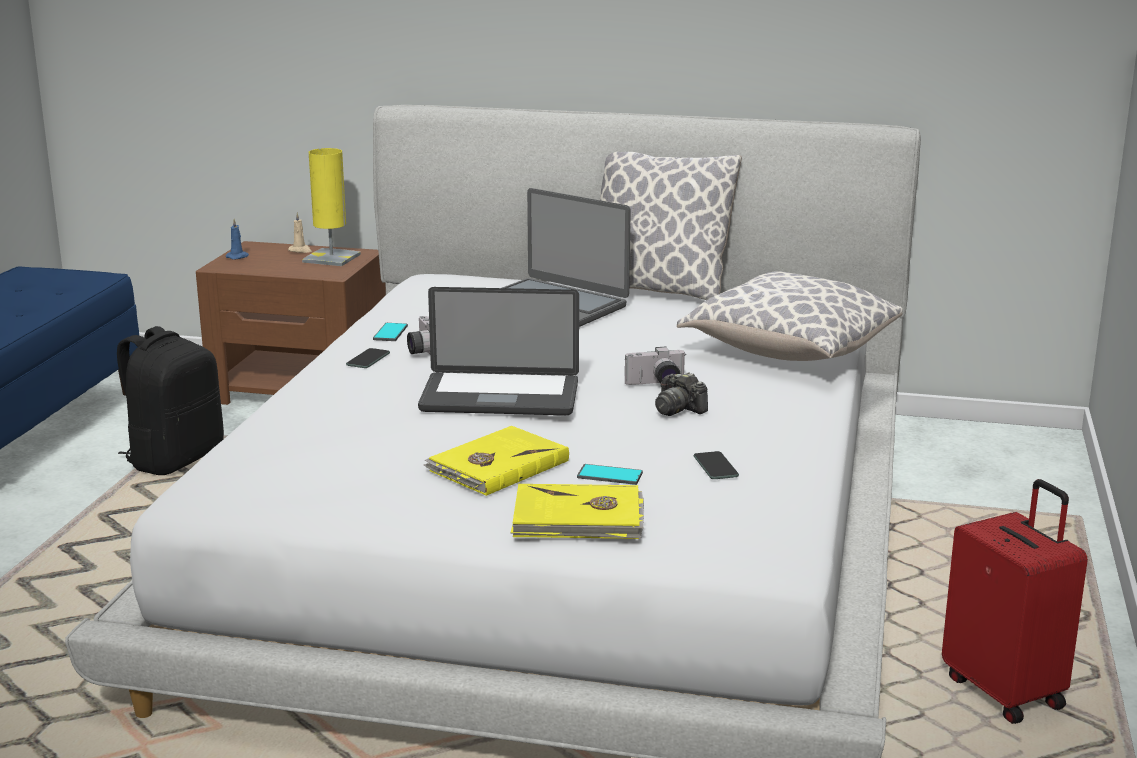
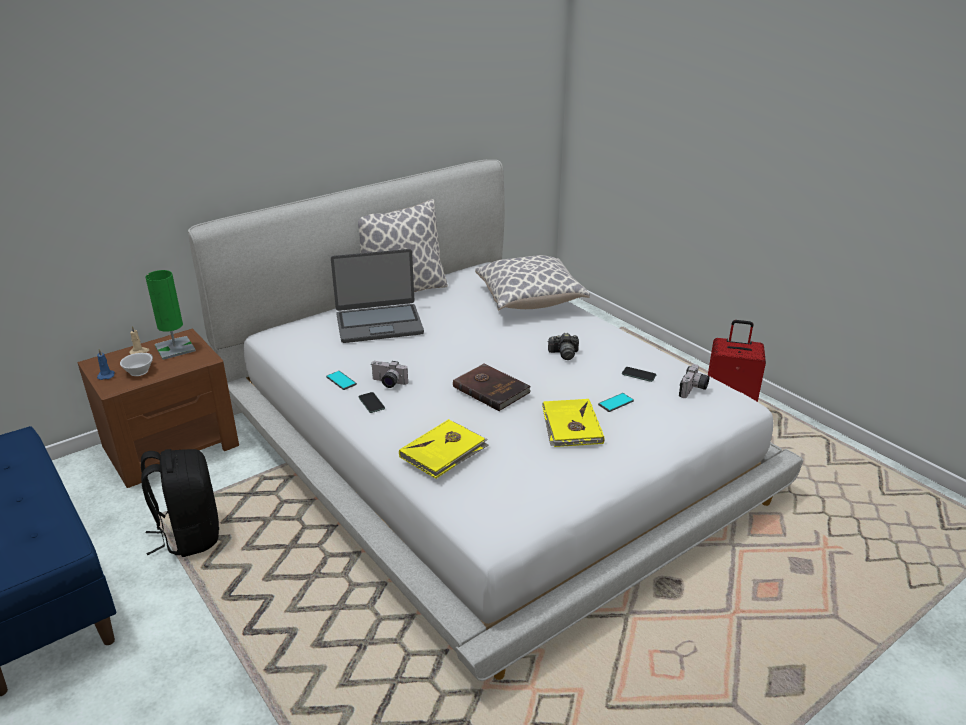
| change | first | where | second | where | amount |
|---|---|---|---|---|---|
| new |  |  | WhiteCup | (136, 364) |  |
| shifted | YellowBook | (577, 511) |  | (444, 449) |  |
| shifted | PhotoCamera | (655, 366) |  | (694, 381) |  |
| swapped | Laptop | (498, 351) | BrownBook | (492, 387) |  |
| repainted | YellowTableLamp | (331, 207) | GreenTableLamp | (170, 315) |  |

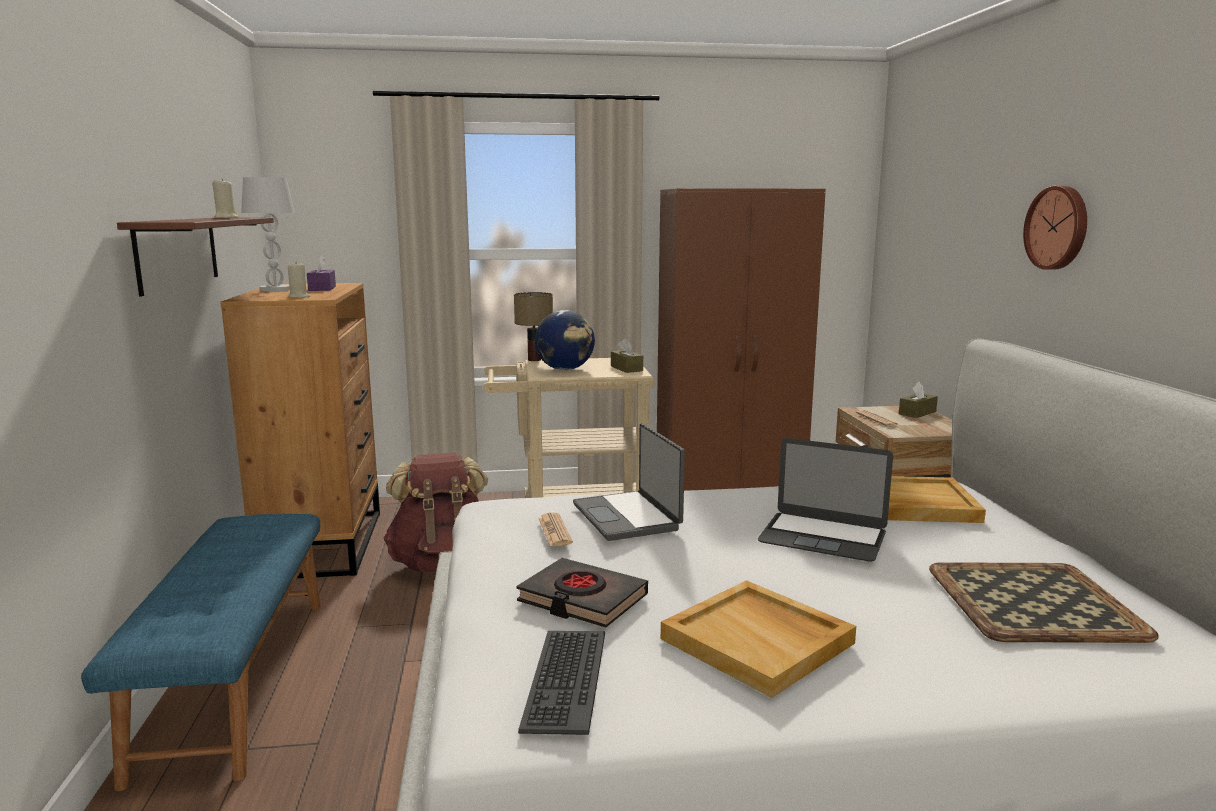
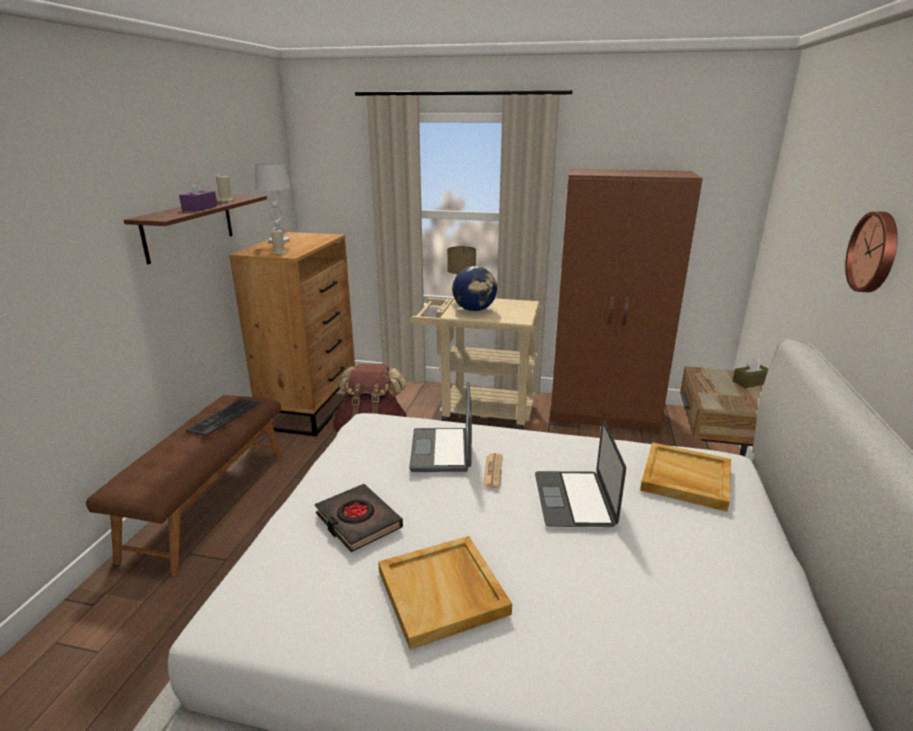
| change | first | where | second | where | amount |
|---|---|---|---|---|---|
| gone | BrownTissueBox | (627, 355) |  |  |  |
| gone | Tray | (1043, 602) |  |  |  |
| shifted | PurpleTissueBox | (321, 273) |  | (198, 194) |  |
| shifted | Keyboard | (561, 683) |  | (223, 417) |  |
| shifted | Newspaper | (555, 529) |  | (493, 470) |  |
| repainted | BlueBench | (200, 652) | BrownBench | (184, 485) |  |
| rotated | Laptop | (825, 500) |  | (580, 473) | 45 degrees clockwise |

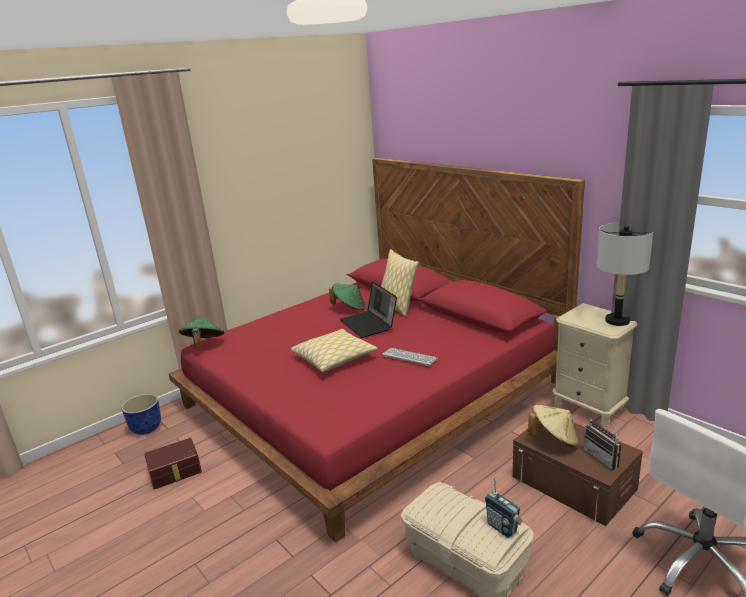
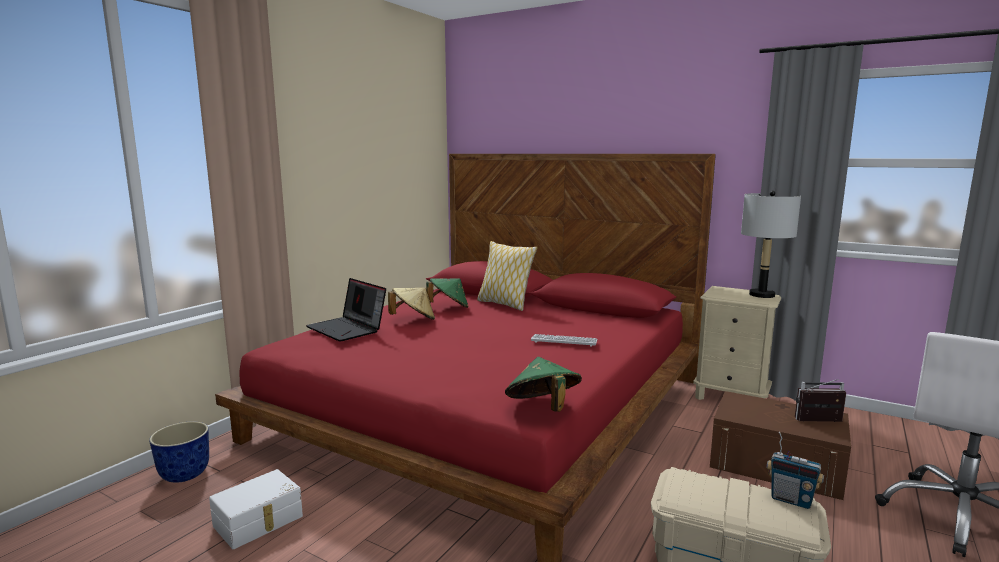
| change | first | where | second | where | amount |
|---|---|---|---|---|---|
| gone | Pillow | (334, 350) |  |  |  |
| shifted | GreenHat | (201, 332) |  | (543, 384) |  |
| shifted | Laptop | (368, 309) |  | (346, 310) |  |
| shifted | BeigeHat | (553, 425) |  | (411, 304) |  |
| repainted | BrownStorageBox | (173, 464) | WhiteStorageBox | (256, 509) |  |
| rotated | Radio | (602, 443) |  | (820, 400) | 135 degrees clockwise |

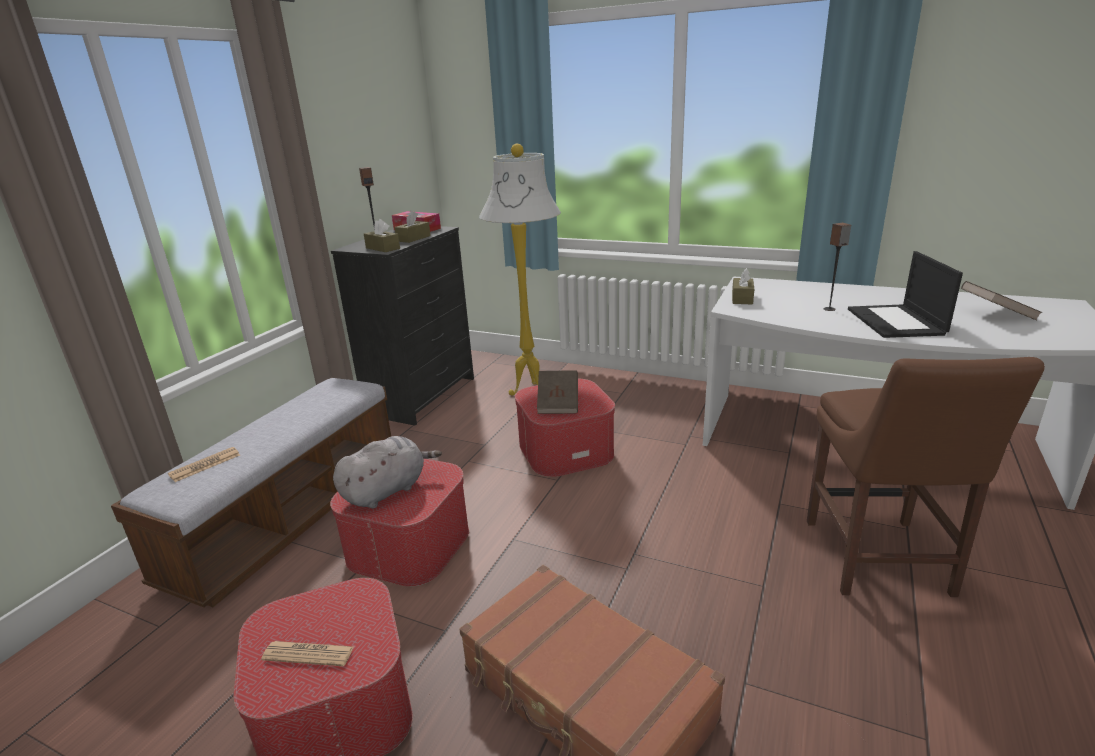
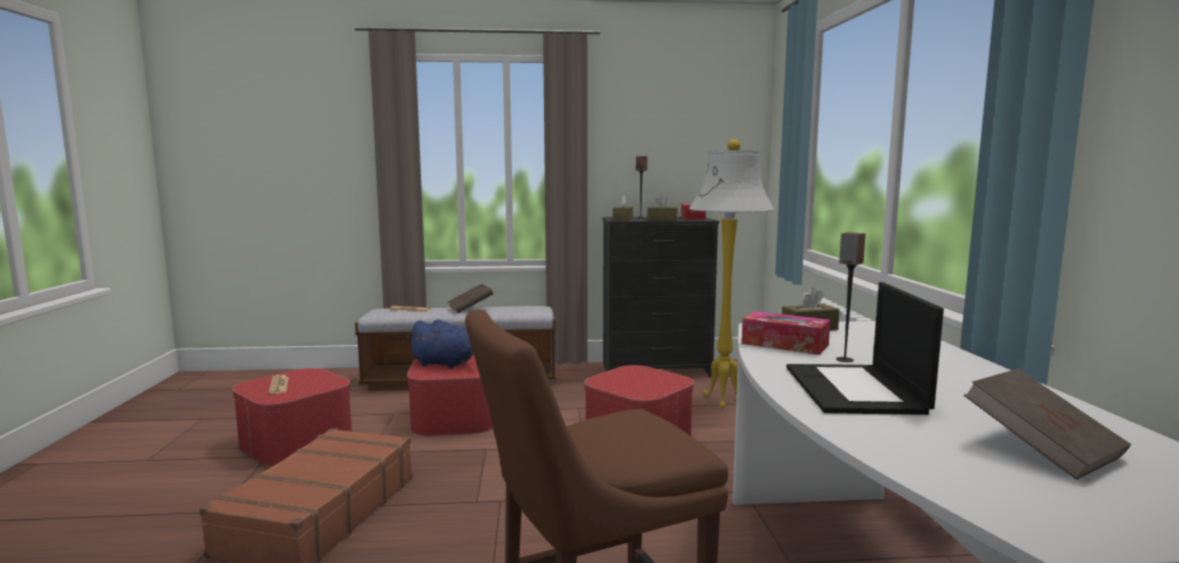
| change | first | where | second | where | amount |
|---|---|---|---|---|---|
| new |  |  | TissueBox | (786, 333) |  |
| shifted | BrownBook | (557, 392) |  | (470, 298) |  |
| repainted | GreyPlushToy | (387, 472) | BluePlushToy | (440, 343) |  |
| rotated | Laptop | (905, 294) |  | (865, 348) | 60 degrees counterclockwise |

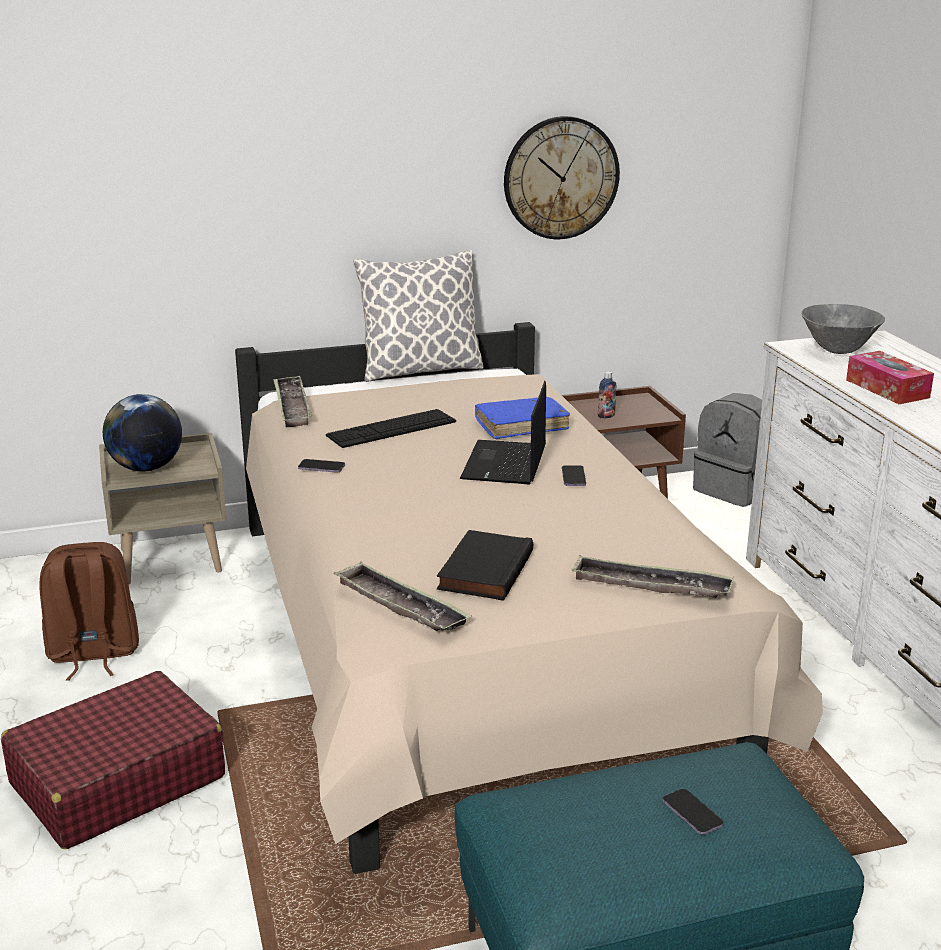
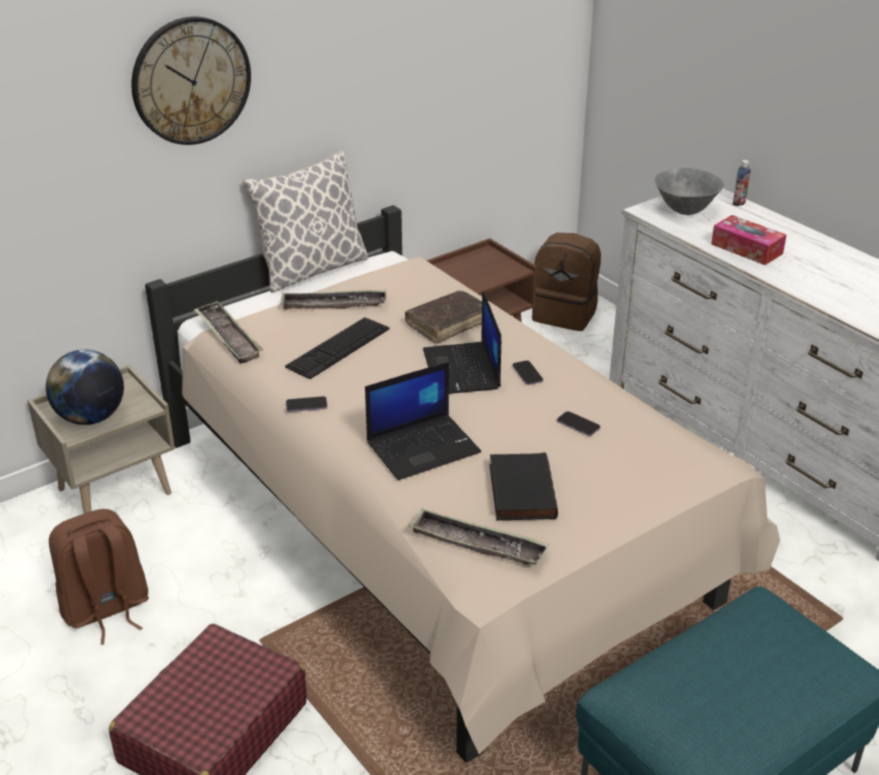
| change | first | where | second | where | amount |
|---|---|---|---|---|---|
| new |  |  | Laptop | (423, 421) |  |
| shifted | WallClock | (562, 177) |  | (191, 81) |  |
| shifted | Tray | (652, 577) |  | (333, 299) |  |
| shifted | Bottle | (607, 394) |  | (742, 183) |  |
| shifted | Phone | (693, 812) |  | (578, 423) |  |
| repainted | BlueBook | (522, 418) | BrownBook | (448, 317) |  |
| repainted | GreyBackpack | (727, 450) | BrownBackpack | (566, 282) |  |

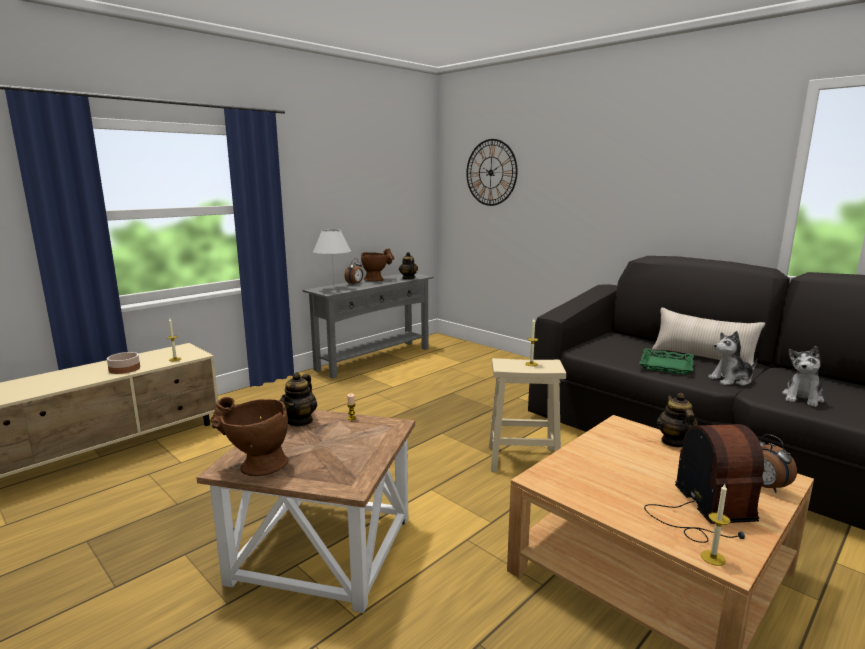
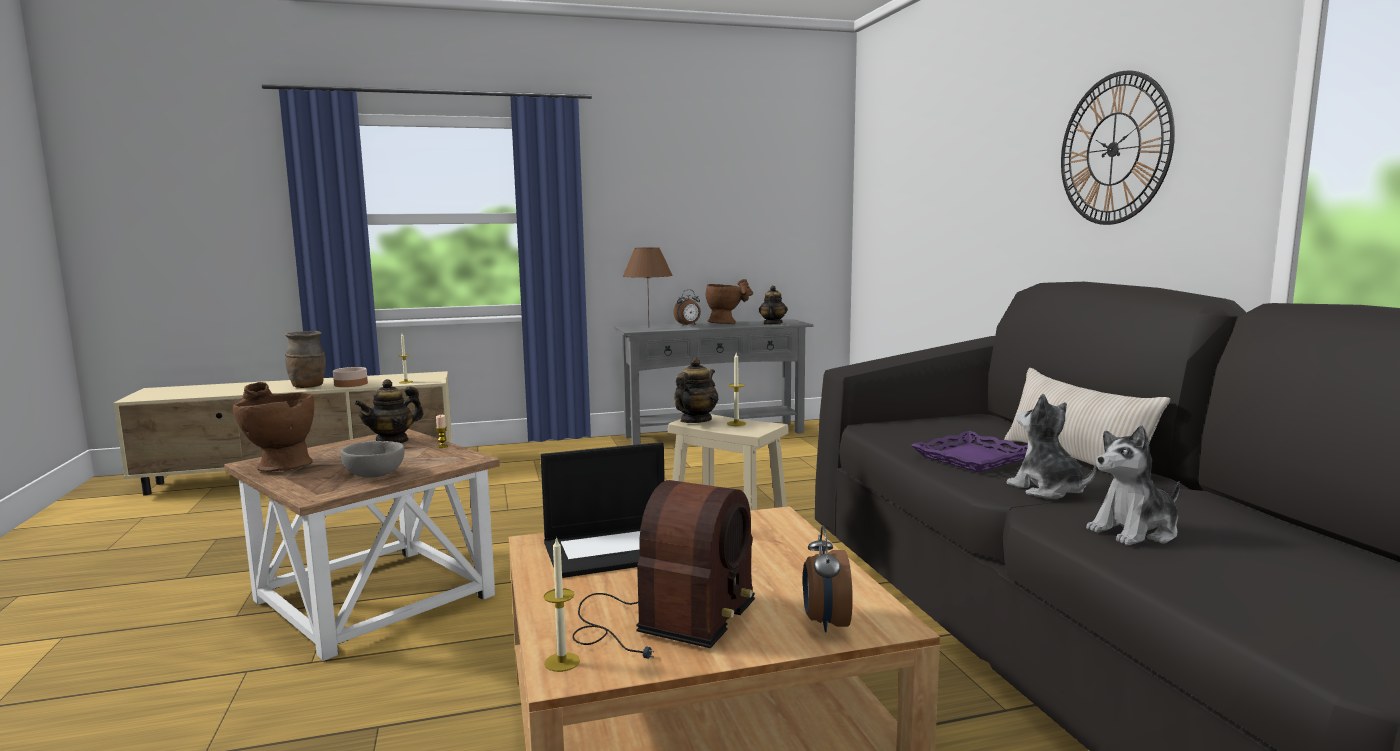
| change | first | where | second | where | amount |
|---|---|---|---|---|---|
| new |  |  | BrownVase | (305, 359) |  |
| new |  |  | GreyBowl | (372, 459) |  |
| new |  |  | Laptop | (603, 510) |  |
| shifted | WallClock | (491, 172) |  | (1118, 147) |  |
| shifted | Teapot | (677, 420) |  | (696, 390) |  |
| repainted | WhiteTableLamp | (332, 256) | BrownTableLamp | (648, 284) |  |
| repainted | GreenTray | (666, 361) | PurpleTray | (969, 451) |  |
| rotated | PlushToy | (732, 358) |  | (1051, 446) | 45 degrees clockwise |

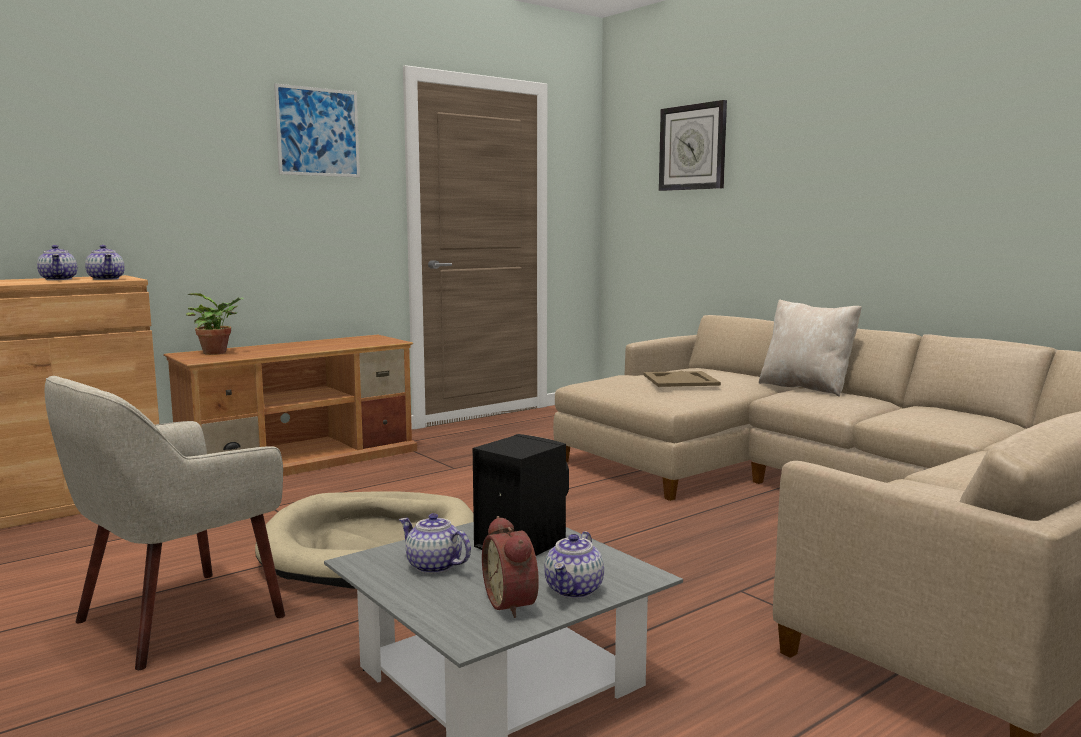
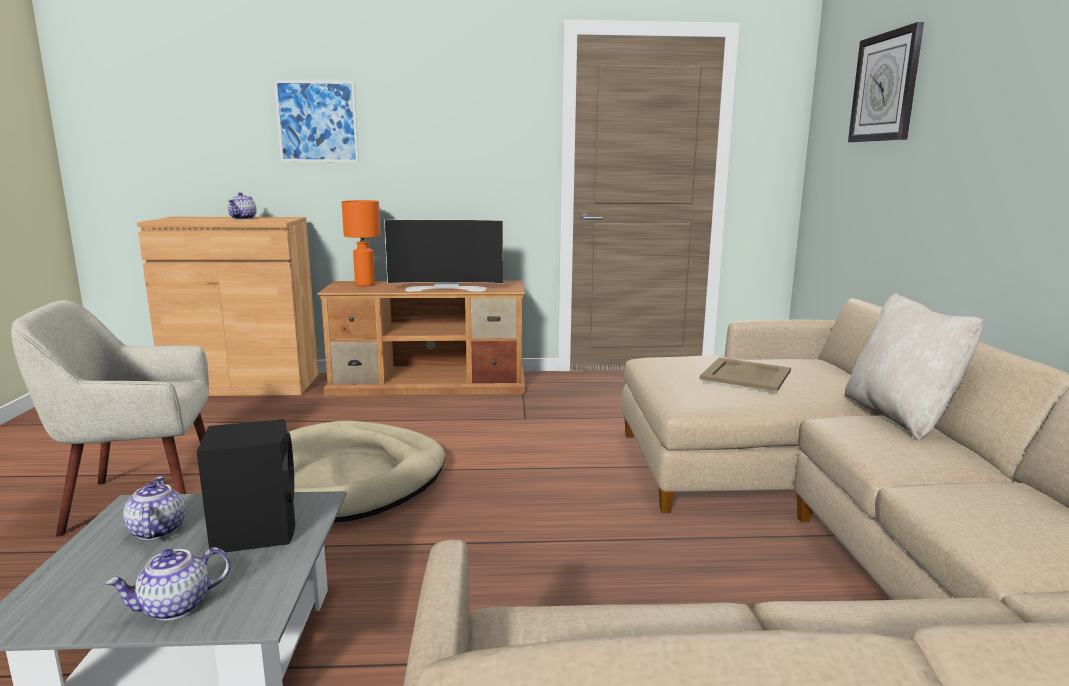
| change | first | where | second | where | amount |
|---|---|---|---|---|---|
| gone | Teapot | (105, 262) |  |  |  |
| gone | AlarmClock | (510, 567) |  |  |  |
| new |  |  | Television | (443, 256) |  |
| shifted | Picture | (317, 130) |  | (316, 121) |  |
| swapped | PottedPlant | (215, 324) | OrangeTableLamp | (361, 243) |  |

